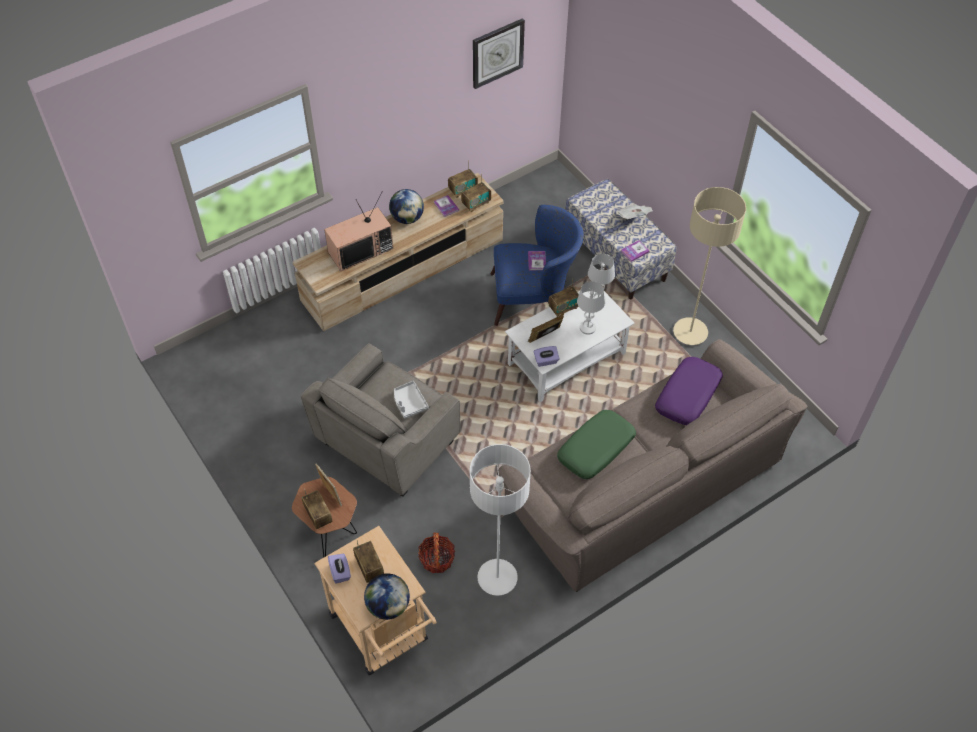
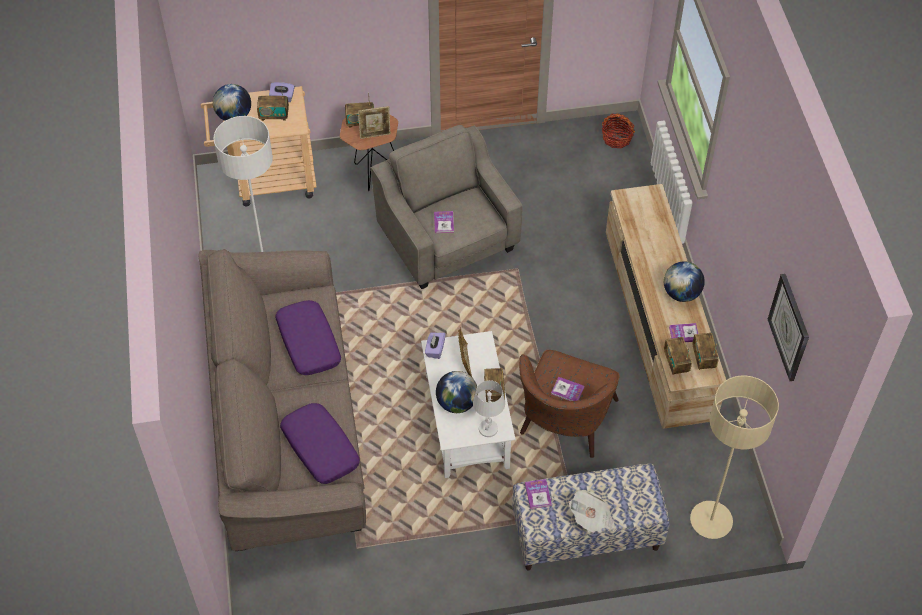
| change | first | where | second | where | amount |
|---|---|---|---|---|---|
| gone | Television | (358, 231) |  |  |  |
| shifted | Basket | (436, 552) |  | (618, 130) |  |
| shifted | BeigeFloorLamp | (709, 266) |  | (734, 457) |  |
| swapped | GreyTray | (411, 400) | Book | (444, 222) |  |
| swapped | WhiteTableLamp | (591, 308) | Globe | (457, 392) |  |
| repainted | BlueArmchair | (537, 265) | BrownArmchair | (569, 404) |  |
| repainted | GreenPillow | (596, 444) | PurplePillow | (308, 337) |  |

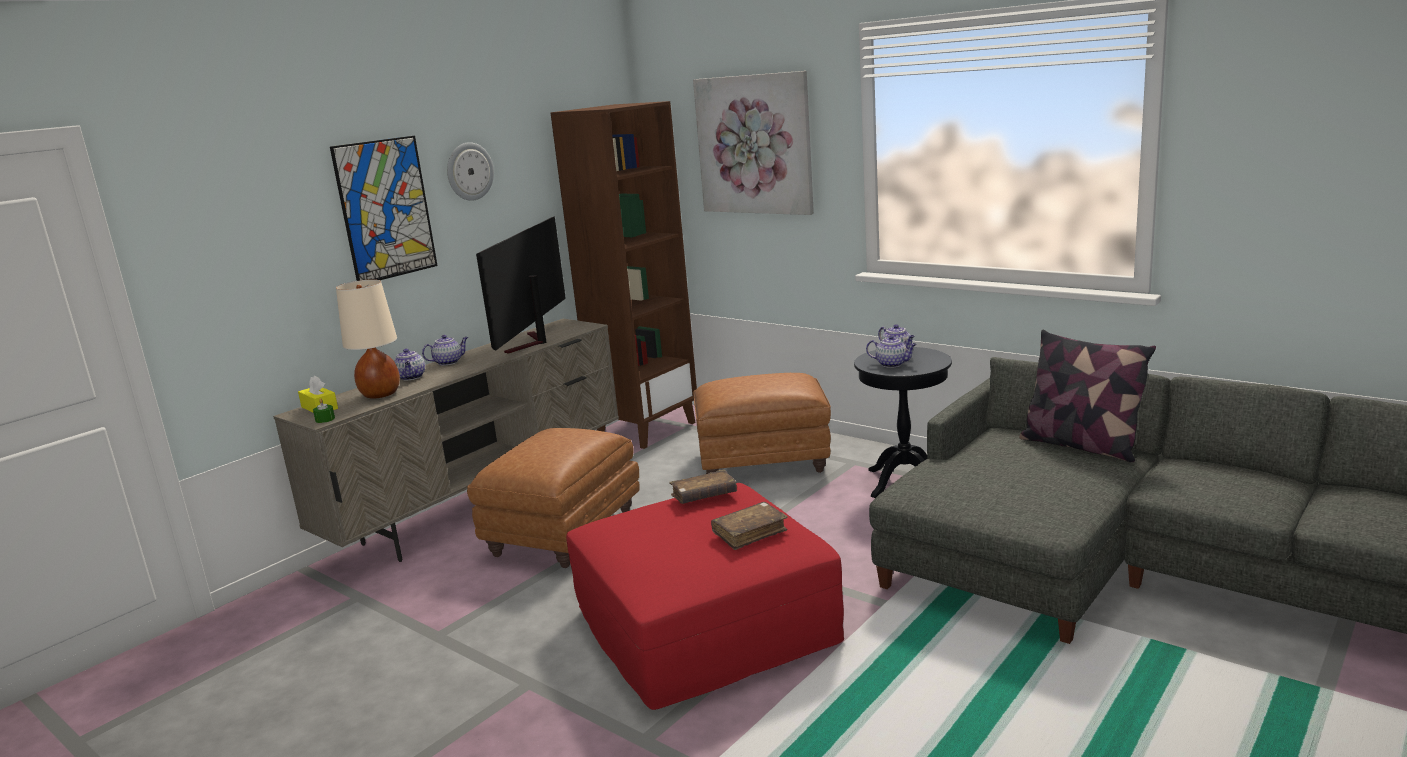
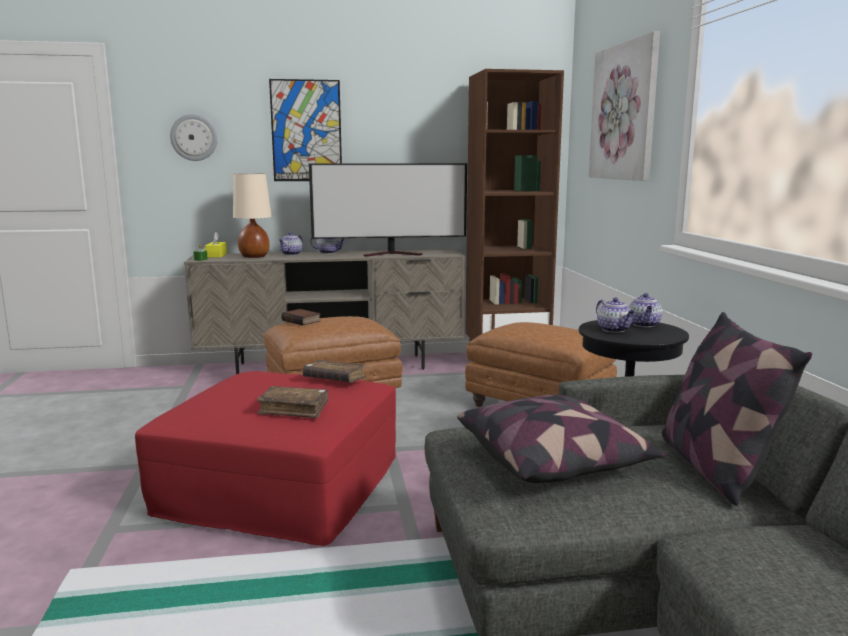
| change | first | where | second | where | amount |
|---|---|---|---|---|---|
| new |  |  | Book | (301, 317) |  |
| new |  |  | Pillow | (561, 439) |  |
| shifted | WallClock | (470, 171) |  | (194, 137) |  |
| rotated | Television | (521, 285) |  | (388, 210) | 150 degrees counterclockwise |

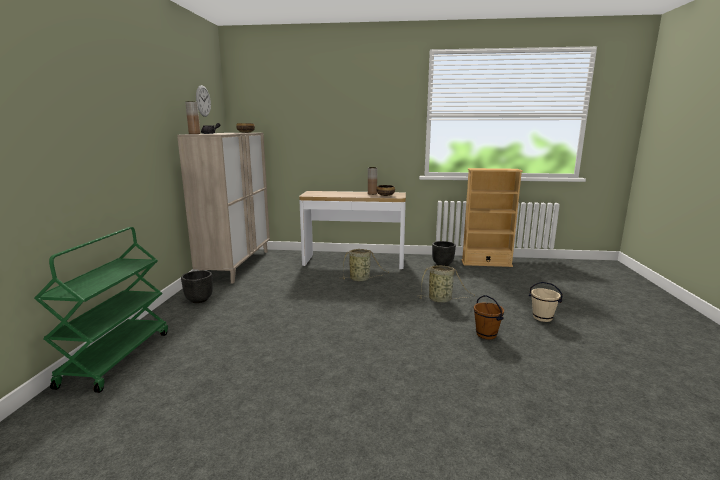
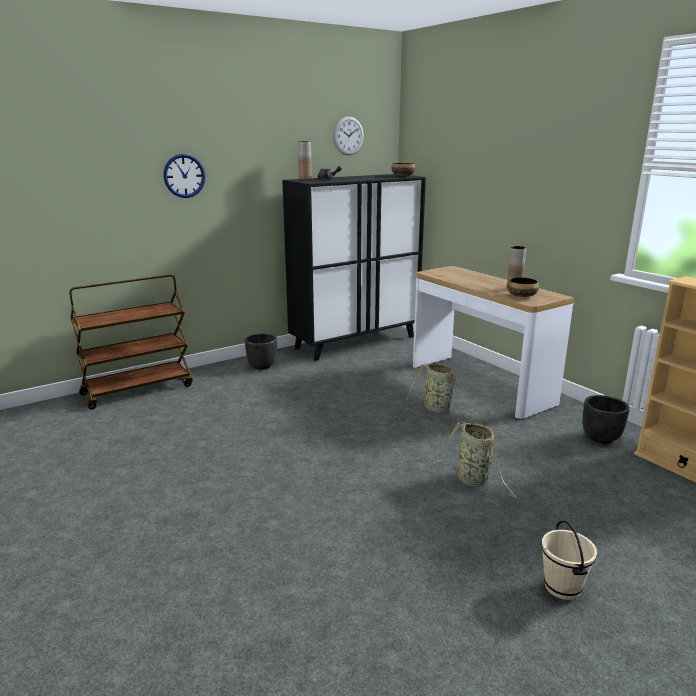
| change | first | where | second | where | amount |
|---|---|---|---|---|---|
| gone | BrownBucket | (489, 317) |  |  |  |
| new |  |  | WallClock | (184, 176) |  |
| repainted | GreenCart | (101, 310) | BrownCart | (131, 342) |  |
| repainted | BeigeCabinet | (223, 208) | BlackCabinet | (354, 267) |  |

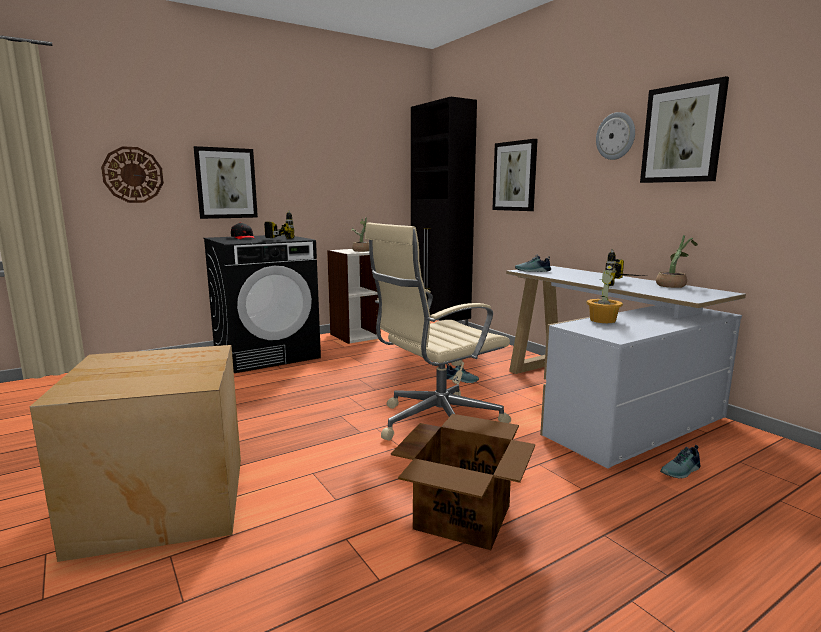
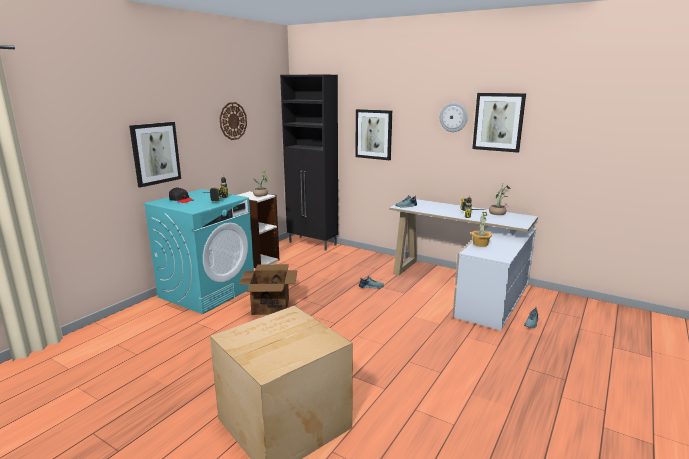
| change | first | where | second | where | amount |
|---|---|---|---|---|---|
| gone | BeigeOfficeChair | (438, 331) |  |  |  |
| shifted | WallClock | (132, 174) |  | (233, 121) |  |
| shifted | CardboardBox | (463, 482) |  | (268, 289) |  |
| repainted | BlackWashingMachine | (262, 304) | TurquoiseWashingMachine | (198, 251) |  |

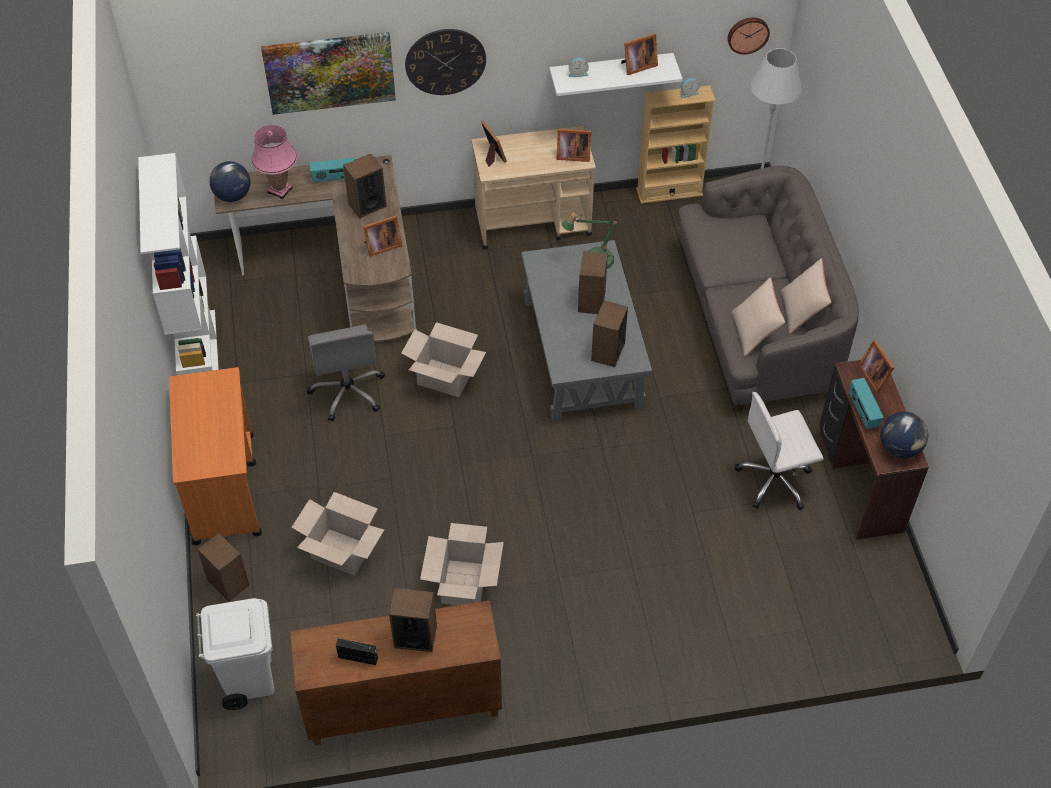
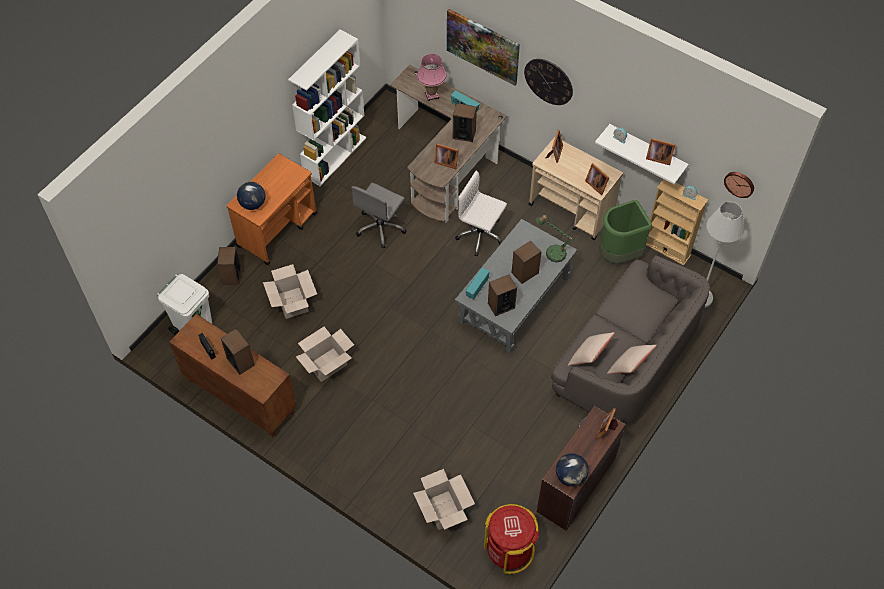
| change | first | where | second | where | amount |
|---|---|---|---|---|---|
| new |  |  | RedTrashCan | (511, 539) |  |
| new |  |  | GreenTrashCan | (625, 232) |  |
| shifted | Globe | (229, 181) |  | (251, 196) |  |
| shifted | CardboardBox | (443, 359) |  | (444, 499) |  |
| shifted | WhiteOfficeChair | (779, 451) |  | (481, 214) |  |
| shifted | Radio | (866, 403) |  | (478, 284) |  |

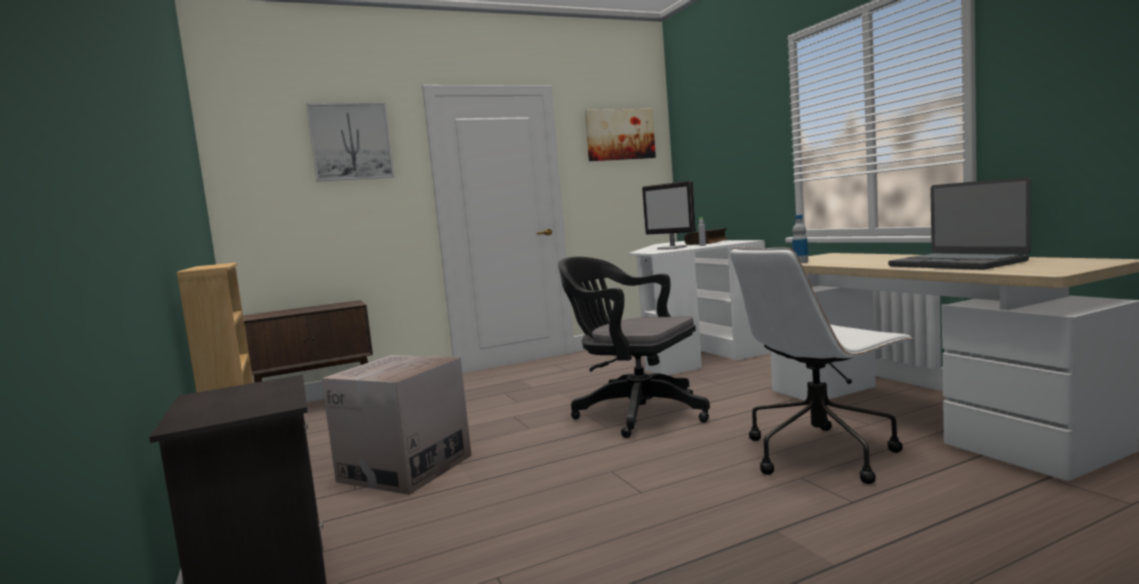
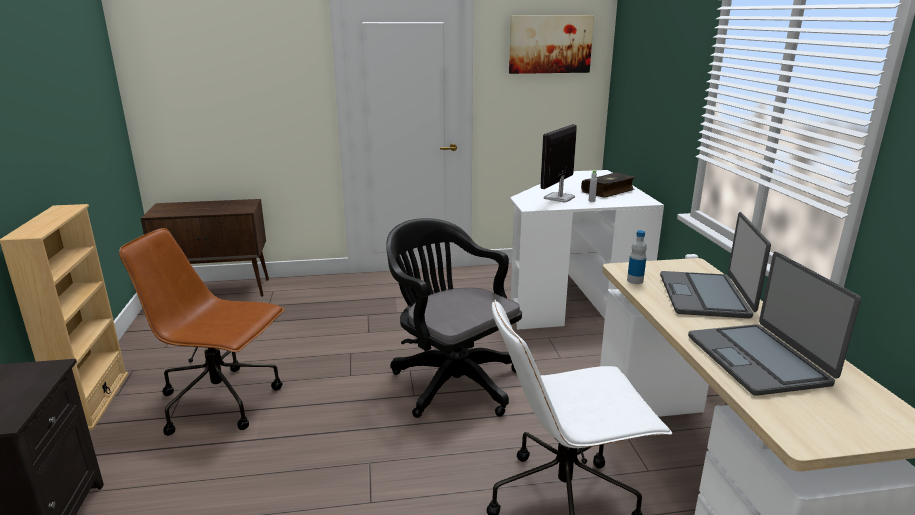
| change | first | where | second | where | amount |
|---|---|---|---|---|---|
| gone | Picture | (350, 142) |  |  |  |
| new |  |  | Laptop | (715, 265) |  |
| swapped | CardboardBox | (396, 425) | BrownOfficeChair | (202, 332) |  |
| rotated | Monitor | (669, 215) |  | (558, 163) | 60 degrees clockwise |

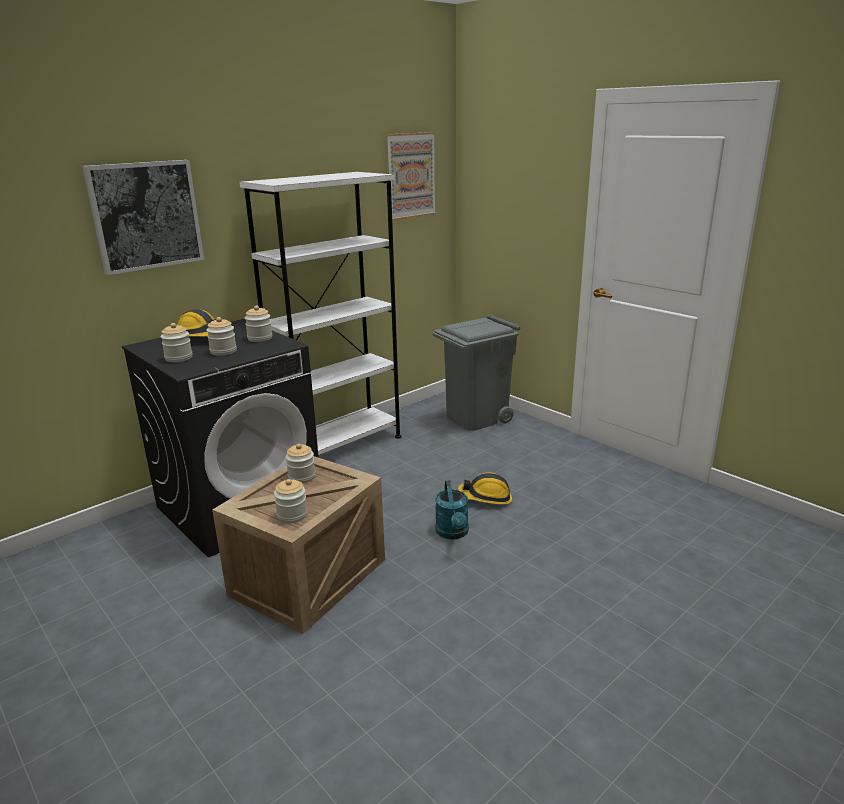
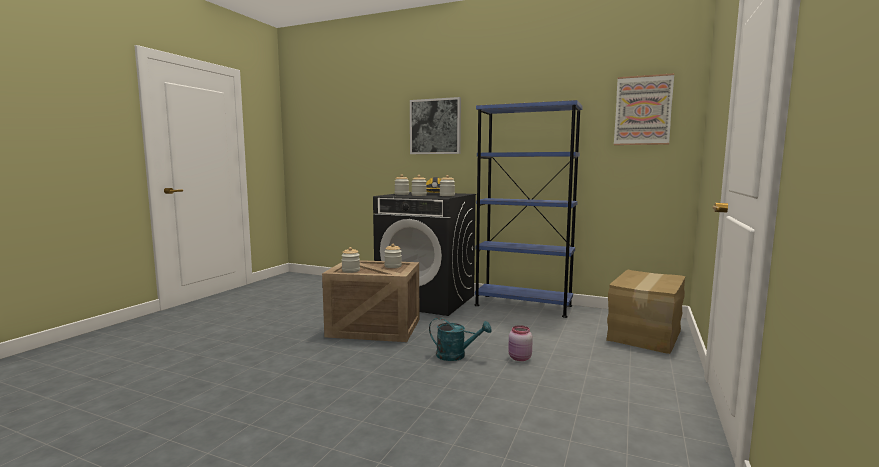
| change | first | where | second | where | amount |
|---|---|---|---|---|---|
| swapped | GreyTrashCan | (477, 373) | CardboardBox | (645, 312) |  |
| swapped | HardHat | (485, 488) | PinkJar | (520, 343) |  |
| repainted | WhiteBookcase | (320, 313) | BlueBookcase | (528, 209) |  |
| rotated | TurquoiseWateringCan | (452, 510) |  | (460, 339) | 135 degrees counterclockwise |

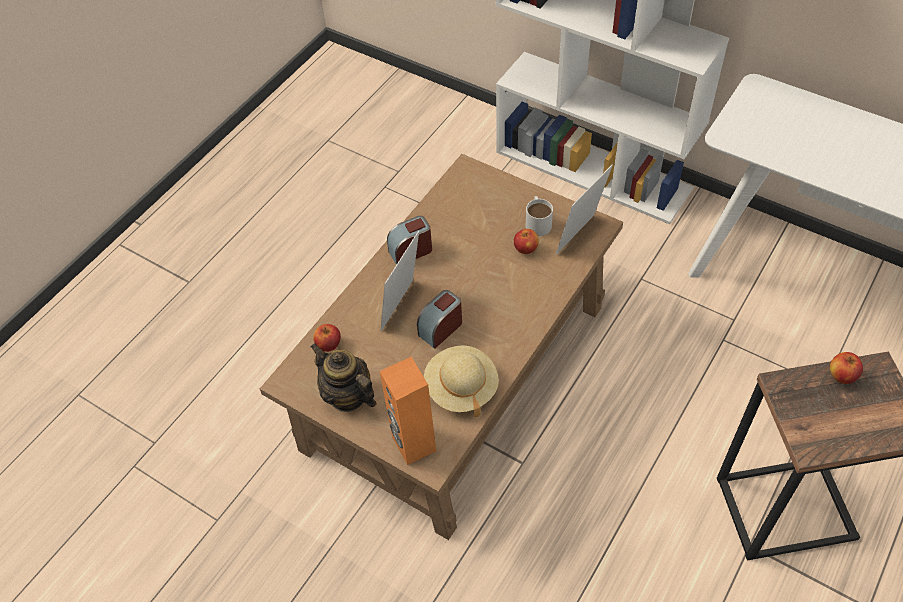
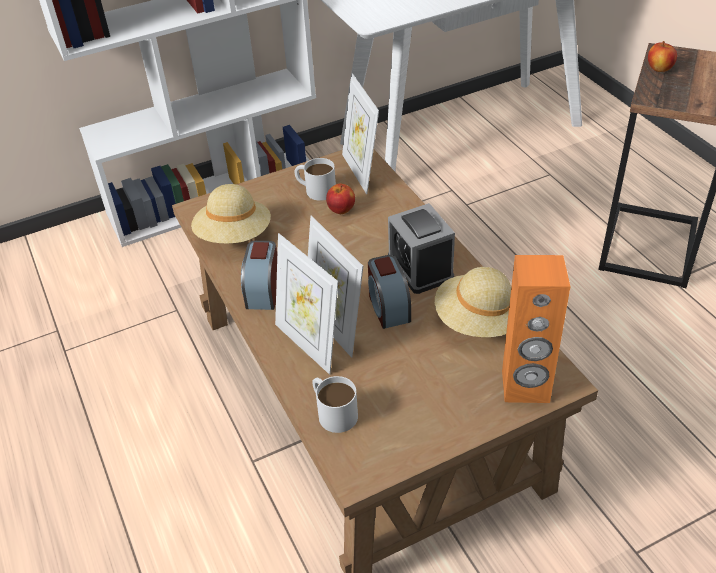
| change | first | where | second | where | amount |
|---|---|---|---|---|---|
| gone | Teapot | (344, 377) |  |  |  |
| new |  |  | BeigeHat | (231, 214) |  |
| new |  |  | PictureFrame | (306, 304) |  |
| new |  |  | AlarmClock | (421, 248) |  |
| swapped | Apple | (327, 338) | WhiteMug | (335, 404) |  |

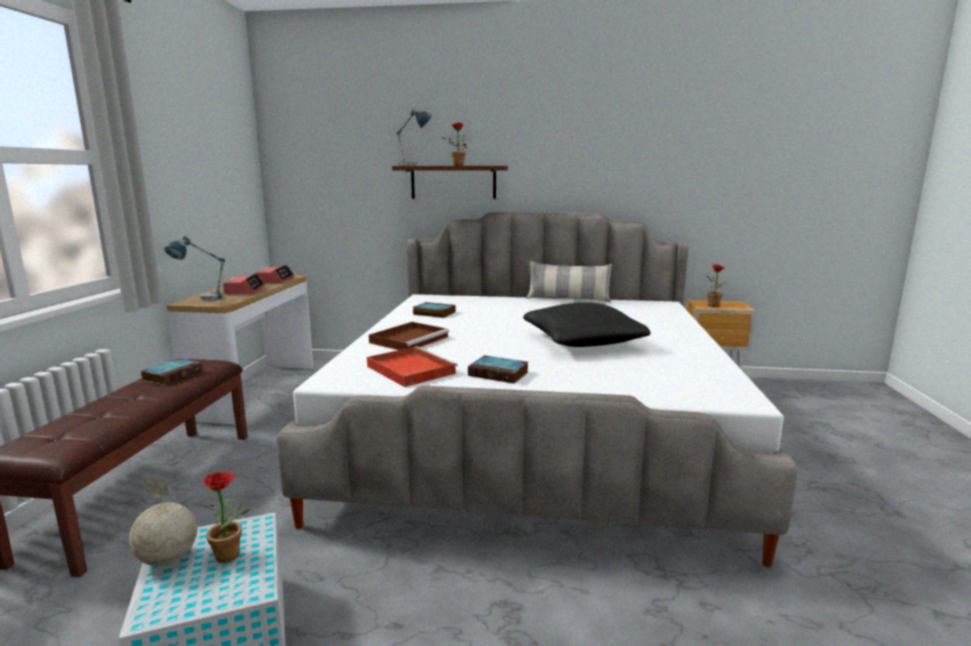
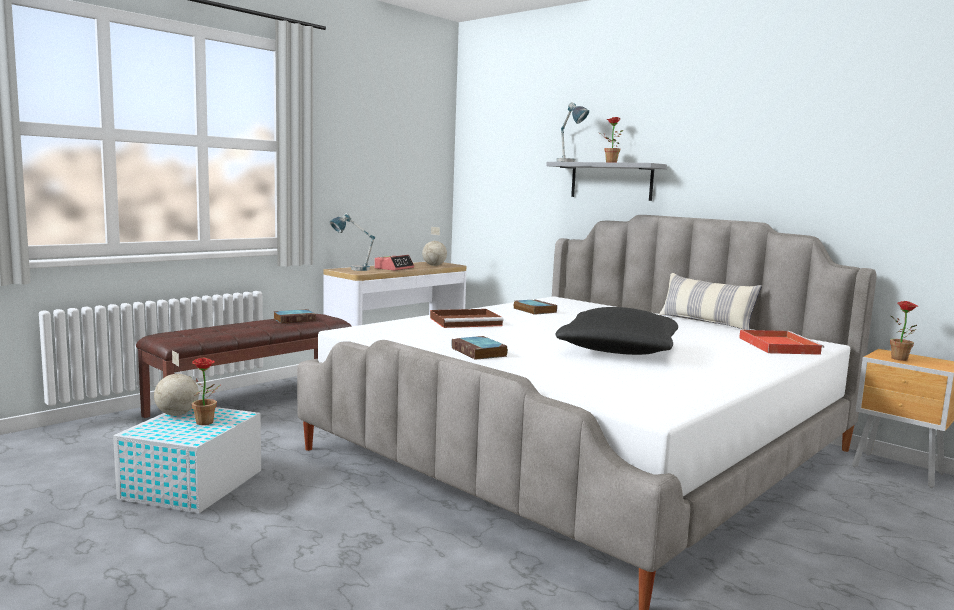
| change | first | where | second | where | amount |
|---|---|---|---|---|---|
| shifted | RedTray | (412, 366) |  | (781, 342) |  |
| swapped | AlarmClock | (274, 274) | Globe | (434, 246) |  |
| repainted | BrownShelf | (450, 182) | GreyShelf | (606, 181) |  |

